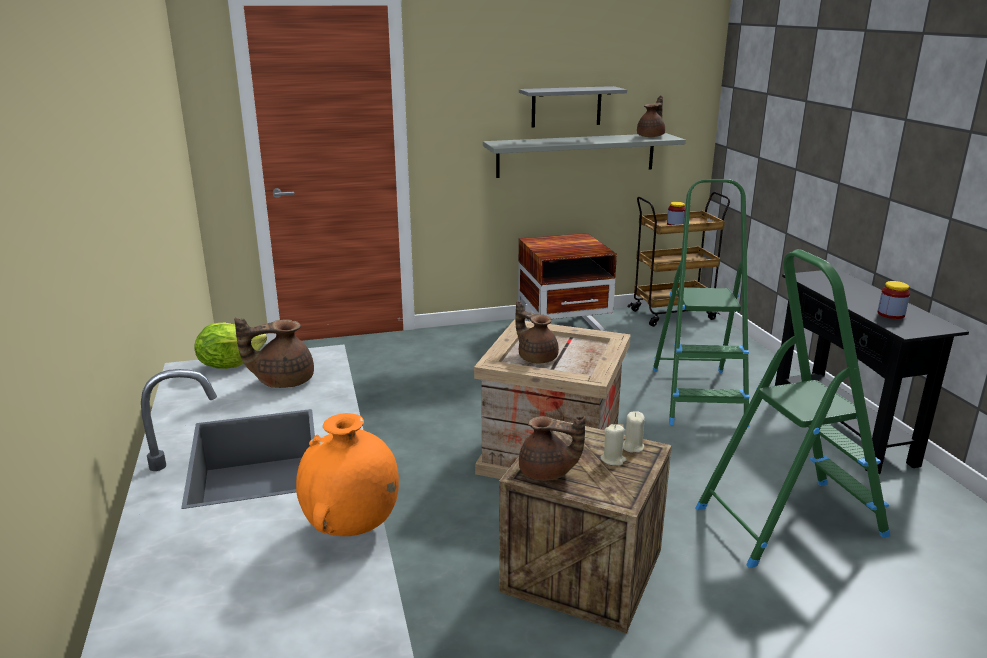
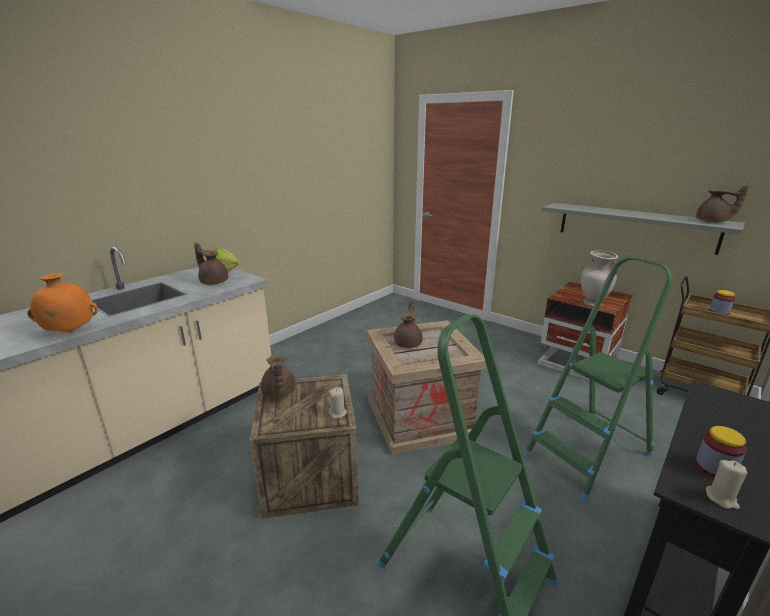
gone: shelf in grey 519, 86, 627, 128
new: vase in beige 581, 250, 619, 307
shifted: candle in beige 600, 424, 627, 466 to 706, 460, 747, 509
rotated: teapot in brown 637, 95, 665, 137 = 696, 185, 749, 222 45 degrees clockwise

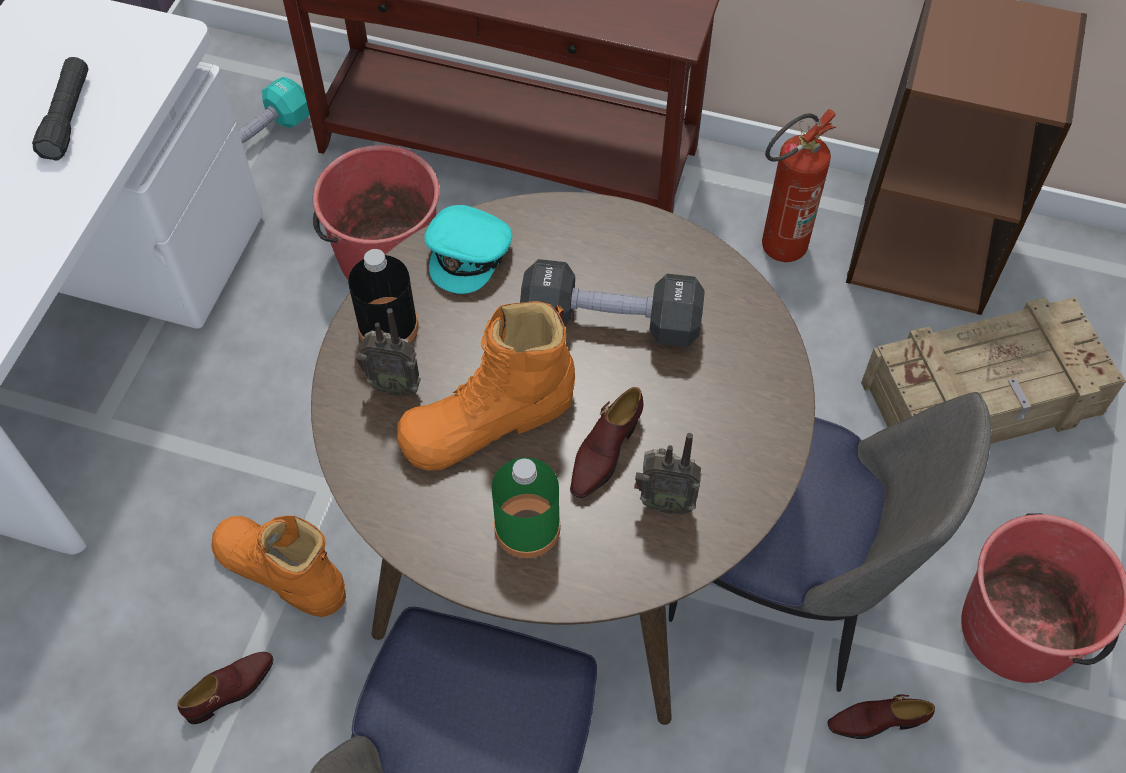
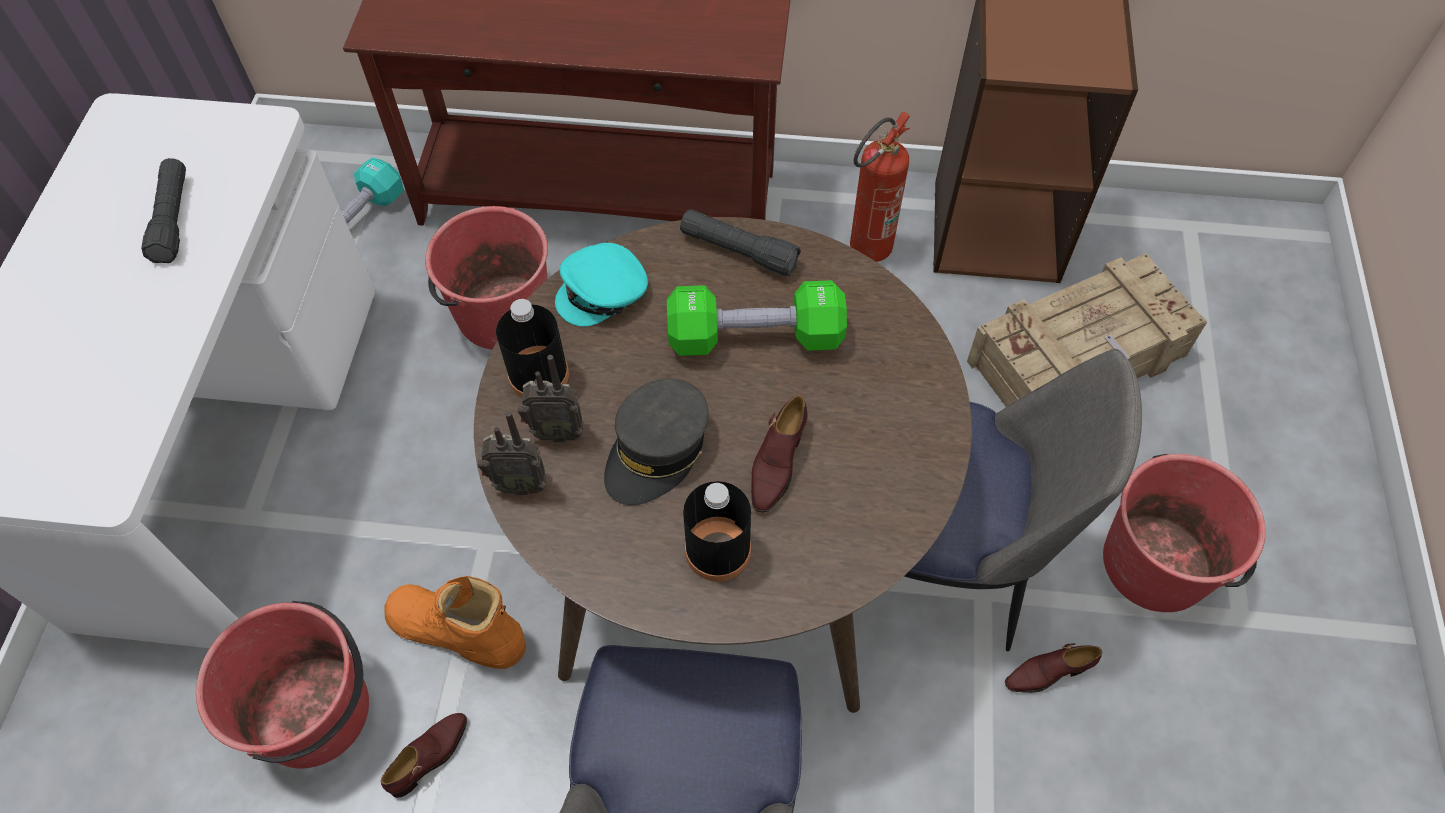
new: bucket in red 196, 601, 369, 768; flashlight in black 680, 209, 801, 277
shifted: radio 634, 433, 702, 514 to 478, 411, 547, 495
swapped: boot in orange 397, 301, 575, 471 to cap in grey 604, 379, 709, 505
repainted: dumbbell in black 520, 259, 705, 347 to dumbbell in green 667, 280, 847, 356; bottle in green 492, 458, 560, 558 to bottle in black 683, 481, 751, 582
rotated: cap in turquoise 424, 205, 512, 294 = 555, 243, 648, 326 45 degrees clockwise

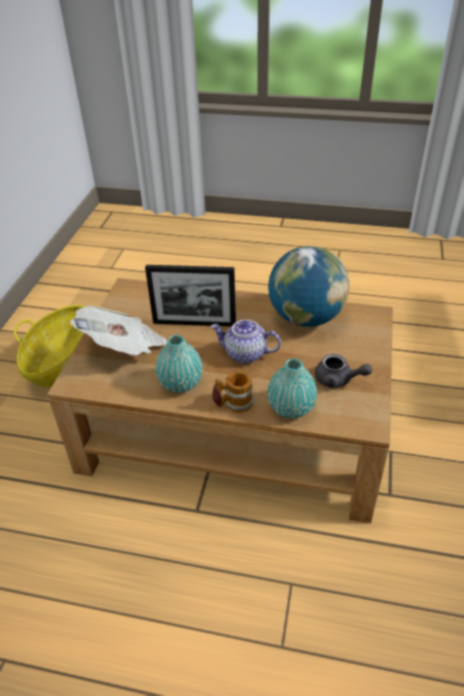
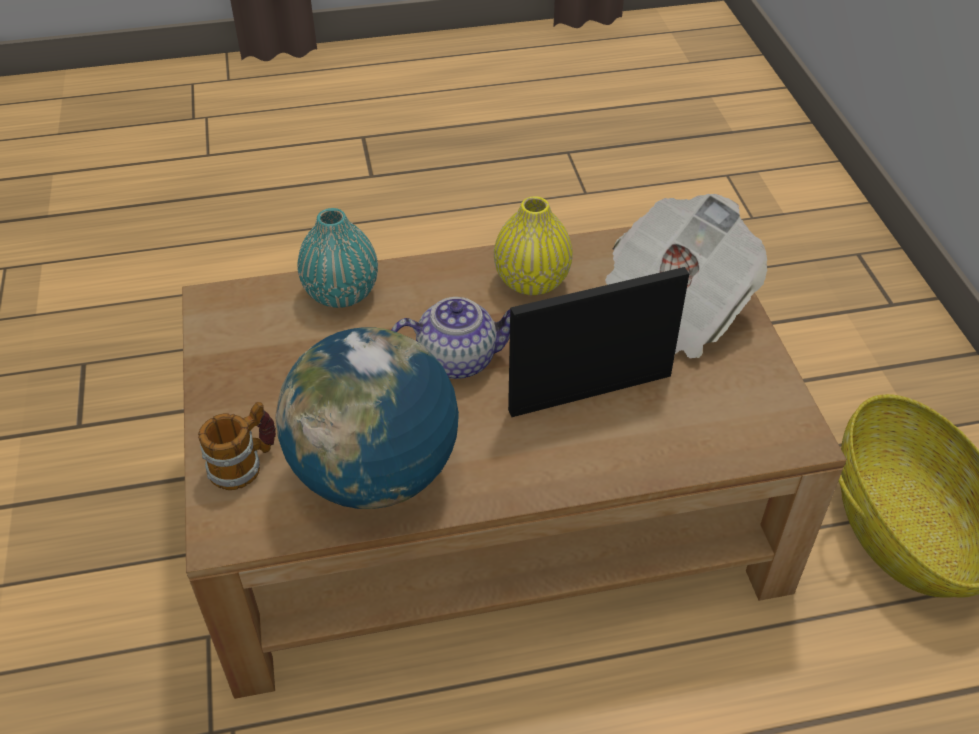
gone: teapot in grey 315, 354, 372, 388
shifted: mug 212, 371, 253, 412 to 198, 402, 276, 490
repainted: vase in turquoise 155, 335, 203, 393 to vase in yellow 494, 196, 573, 295

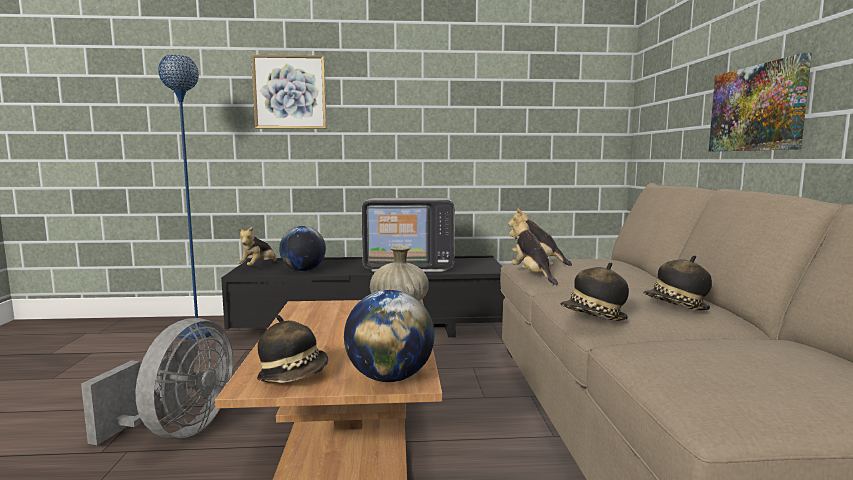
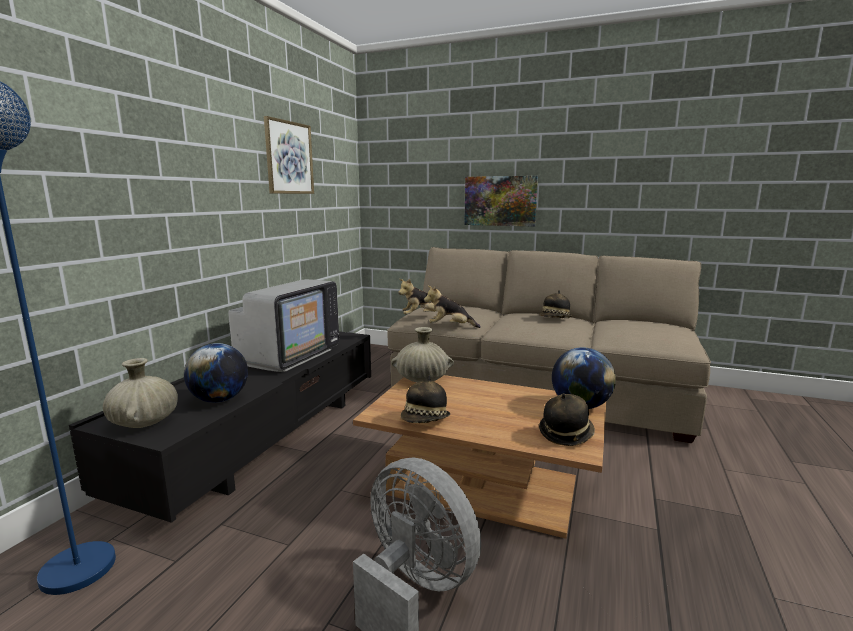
shifted: picture 251, 54, 327, 129 to 264, 116, 314, 194; hat 561, 262, 629, 321 to 401, 375, 450, 423
swapped: plush toy 237, 226, 277, 266 to vase in beige 103, 358, 178, 428

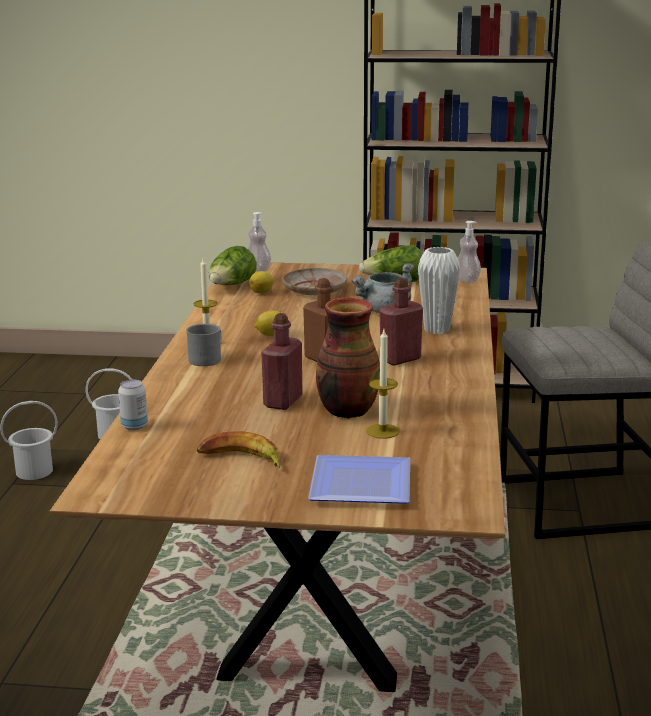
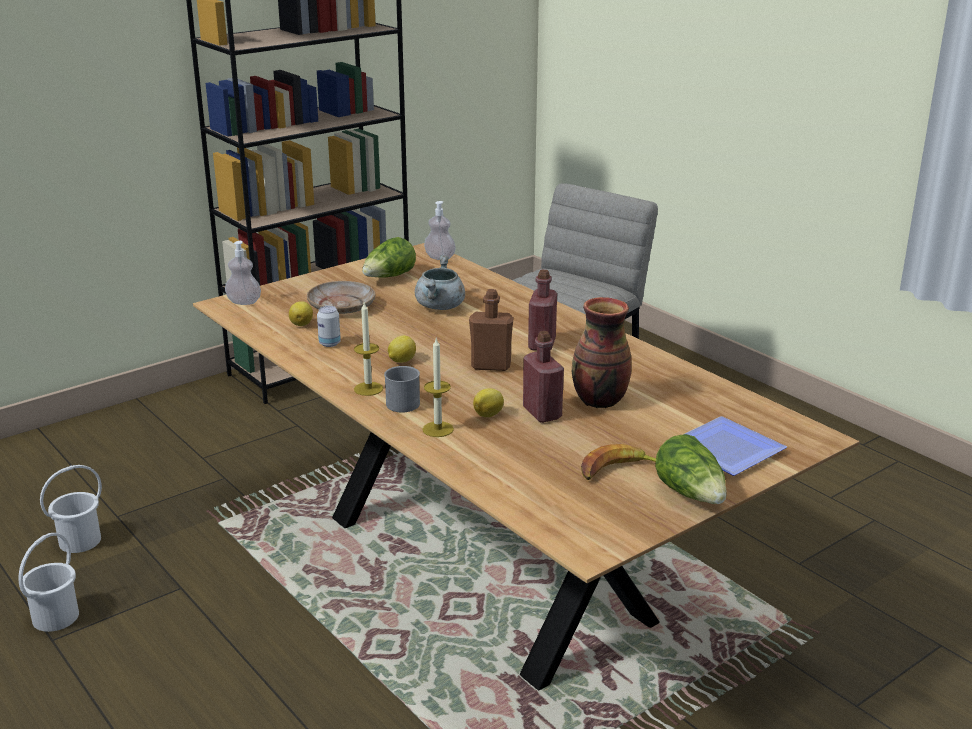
gone: vase in white 418, 247, 460, 334
new: lemon 473, 388, 504, 417
shifted: can 118, 380, 148, 430 to 317, 306, 341, 347; candle 366, 330, 400, 439 to 422, 338, 454, 437; lettuce 209, 246, 257, 285 to 655, 434, 727, 504

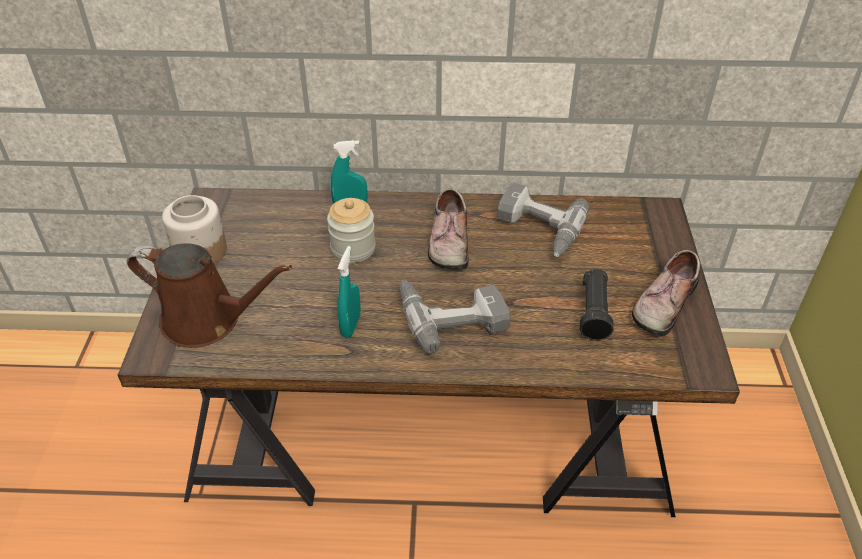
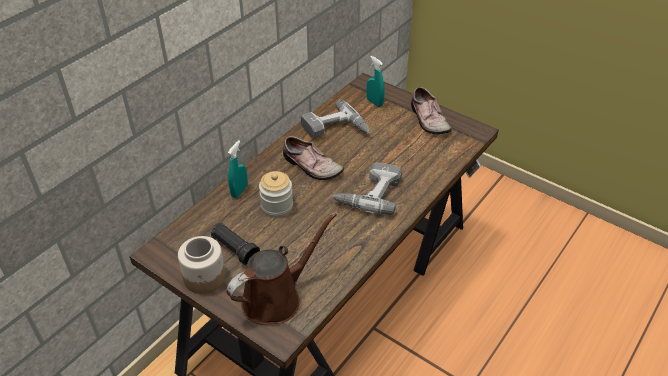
shifted: flashlight in black 580, 269, 614, 340 to 211, 223, 260, 266; spray bottle in turquoise 337, 246, 361, 338 to 367, 56, 385, 107

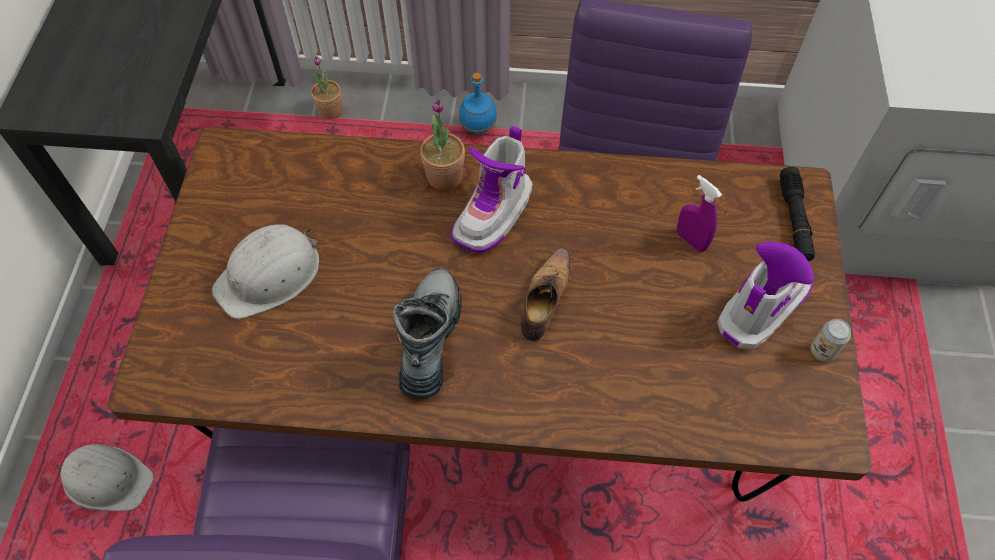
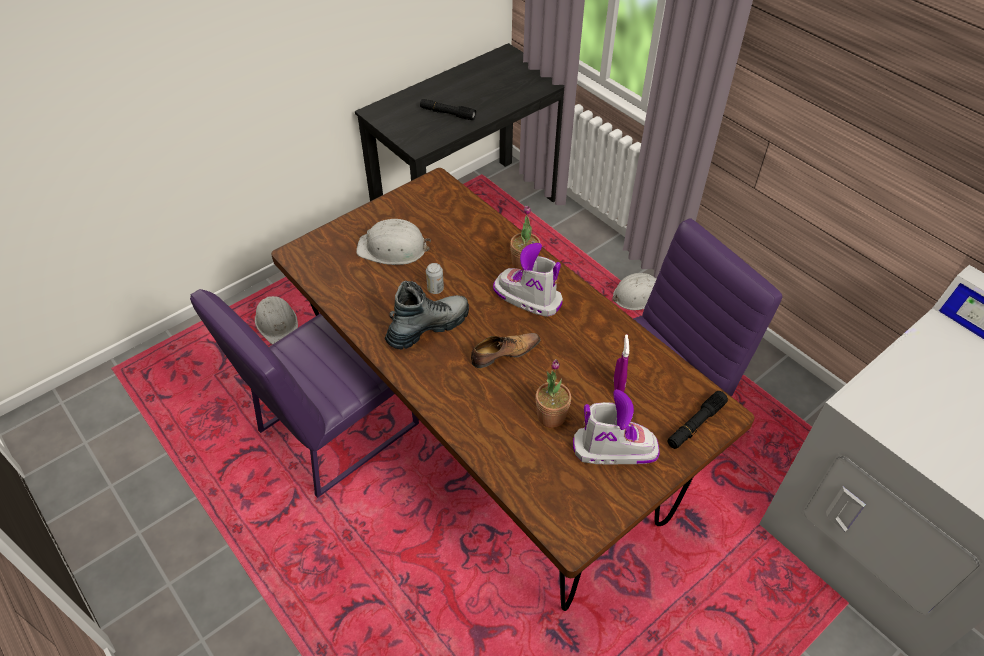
new: flashlight in black 420, 99, 476, 120
shifted: can 810, 319, 851, 362 to 426, 263, 444, 294; potted plant 311, 56, 343, 120 to 535, 359, 571, 428
swapped: bottle in blue 459, 73, 497, 135 to hard hat in white 612, 273, 657, 310
rotated: boot 451, 125, 533, 253 = 493, 243, 563, 317 45 degrees clockwise

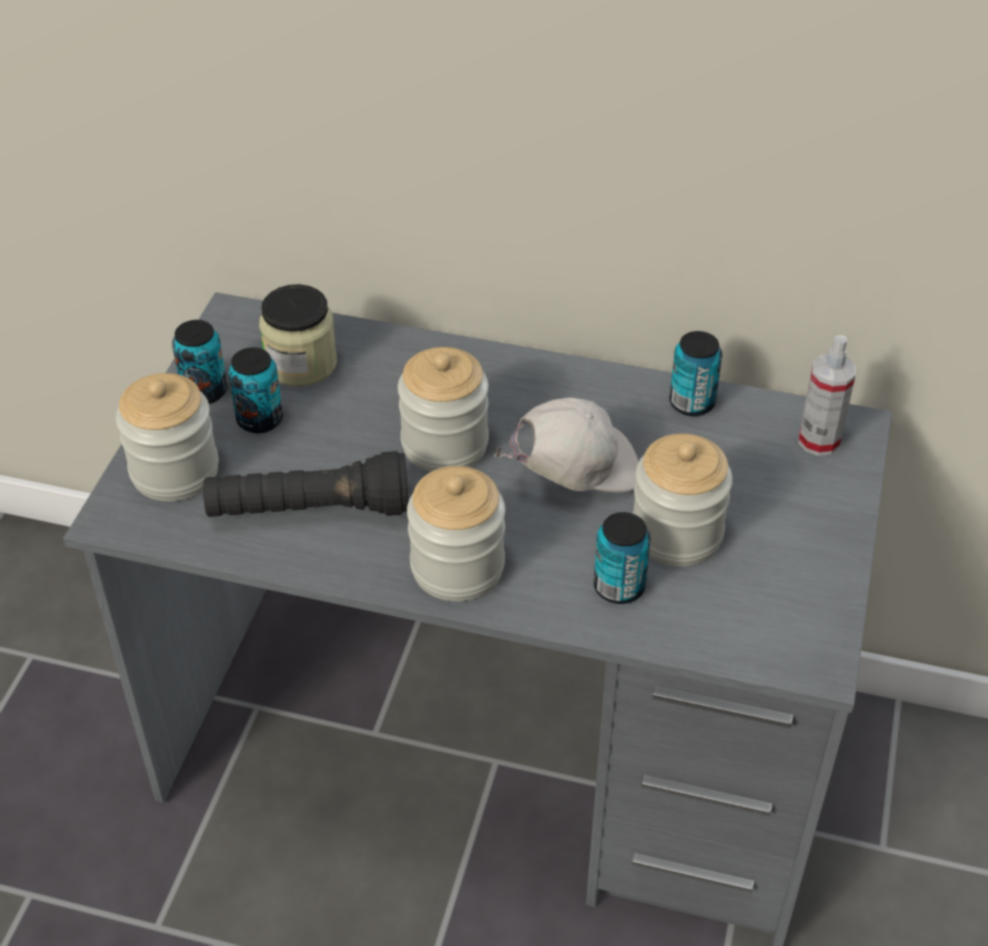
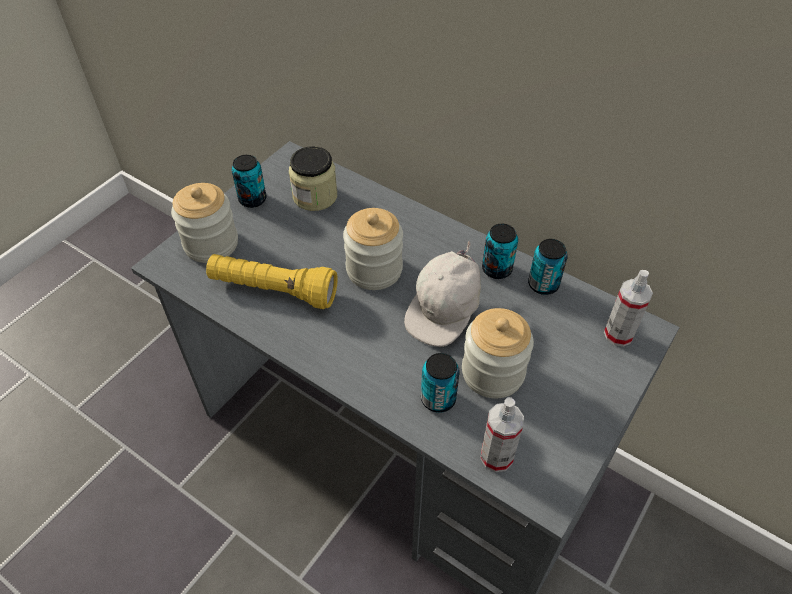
gone: jar 407, 466, 505, 601
new: spray bottle 480, 397, 524, 472
shifted: can 228, 347, 283, 433 to 482, 224, 518, 279
repainted: flashlight in black 203, 451, 409, 517 to flashlight in yellow 206, 254, 338, 309
rotated: cap in white 494, 397, 639, 492 = 404, 241, 481, 347 120 degrees clockwise

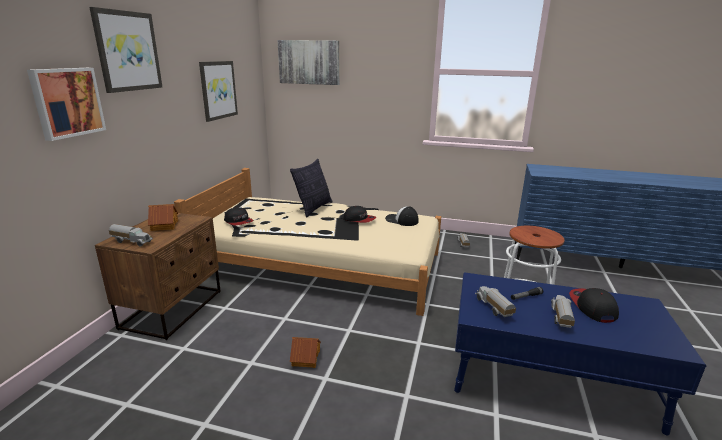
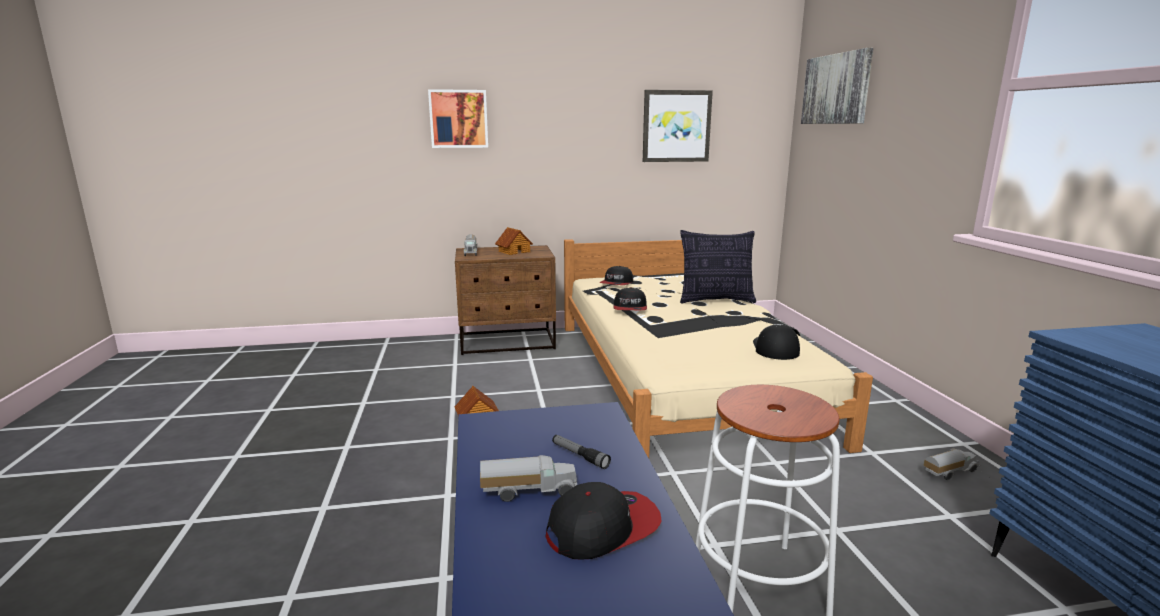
gone: picture 89, 7, 162, 93; toy truck 475, 286, 516, 317
shifted: cap 344, 206, 376, 223 to 614, 287, 647, 310

